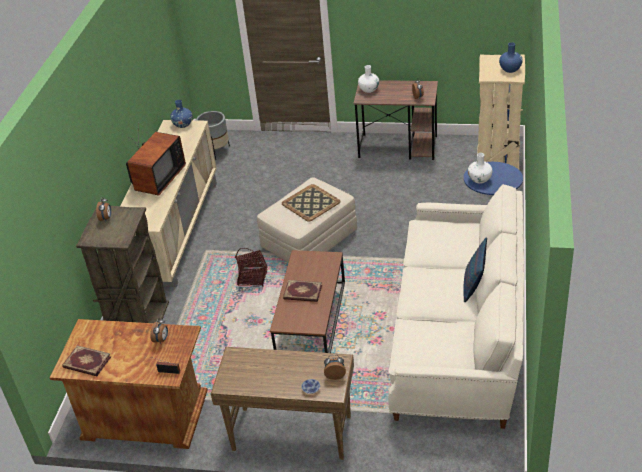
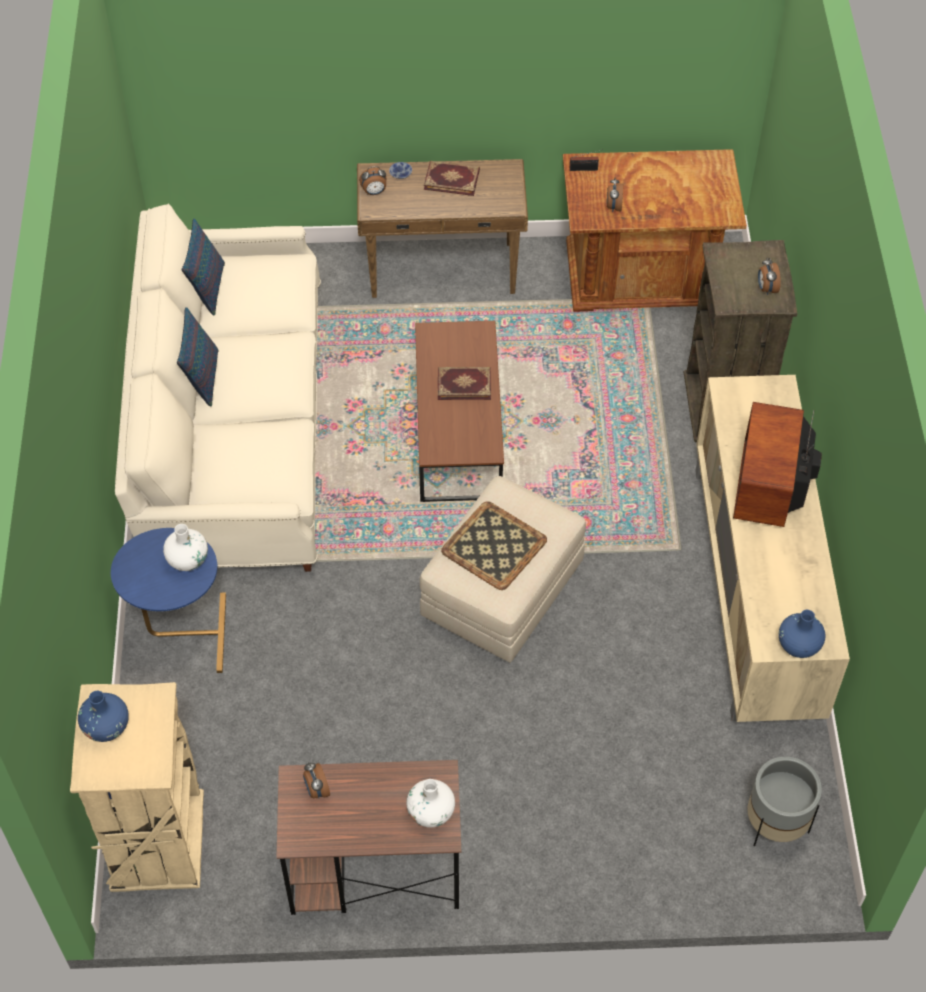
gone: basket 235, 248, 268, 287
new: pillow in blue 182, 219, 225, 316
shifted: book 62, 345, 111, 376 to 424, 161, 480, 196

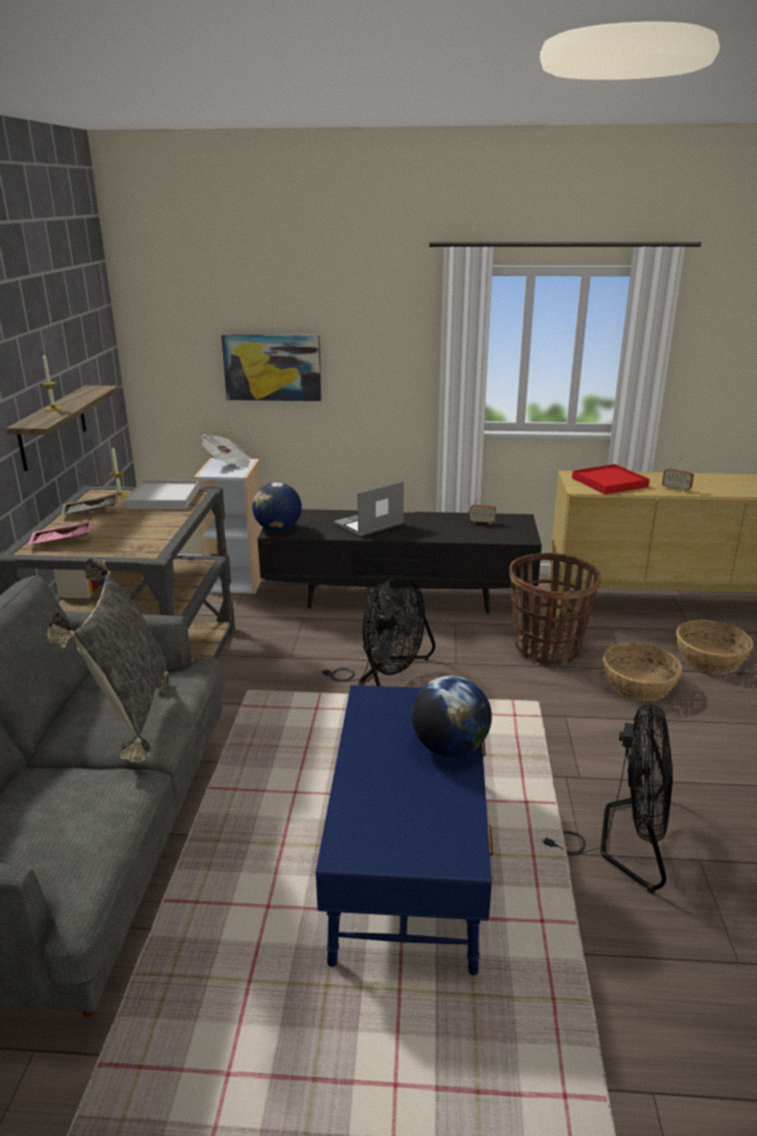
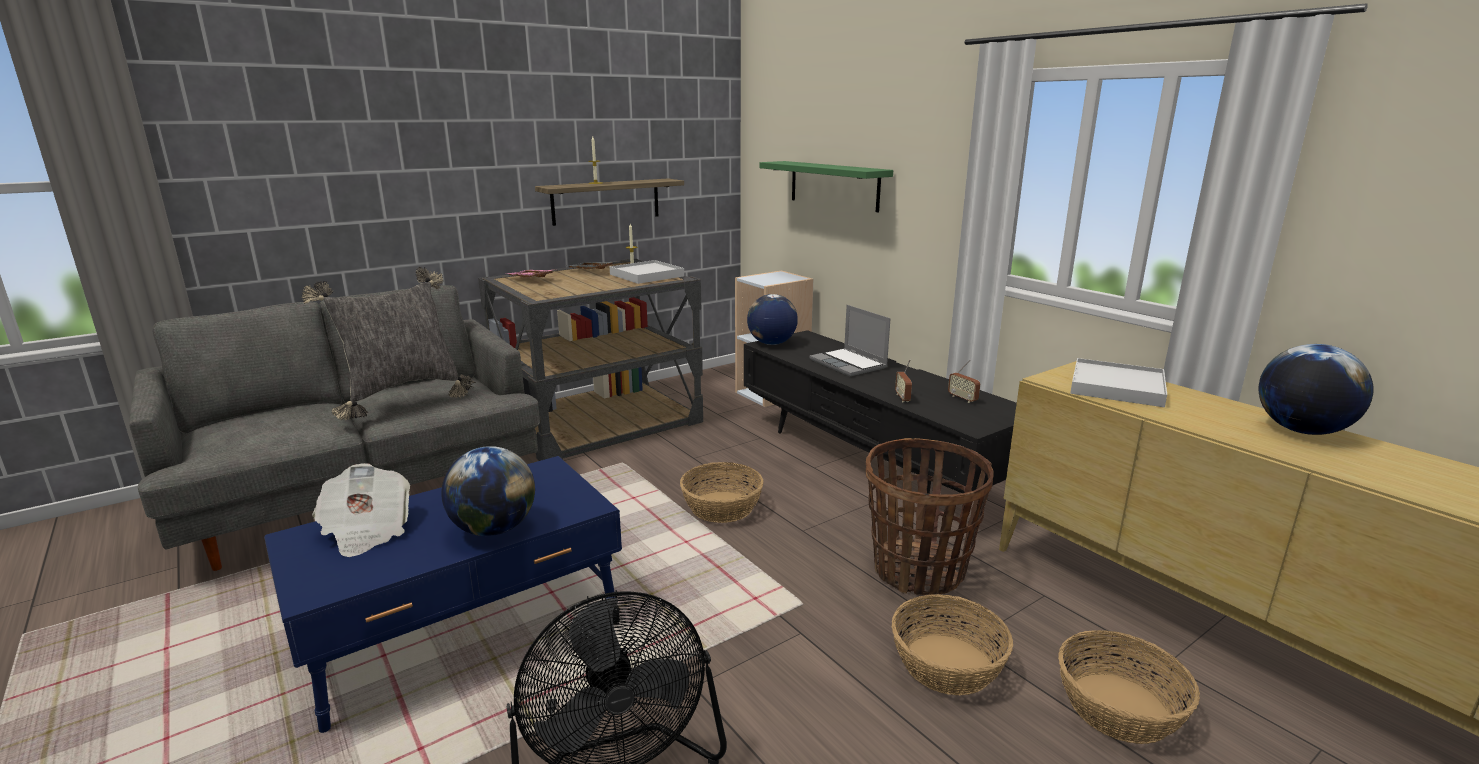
new: globe 1258, 344, 1374, 435
shifted: newspaper 202, 435, 251, 468 to 312, 463, 410, 557; radio 662, 456, 694, 492 to 895, 360, 912, 402
swapped: fan in black 323, 574, 435, 686 to basket 680, 462, 764, 523; picture 221, 334, 322, 401 to shelf in green 759, 161, 893, 212
repainted: tray in red 572, 464, 650, 495 to tray in white 1070, 358, 1167, 407
rotated: laptop 334, 481, 404, 537 = 809, 305, 891, 376 135 degrees counterclockwise

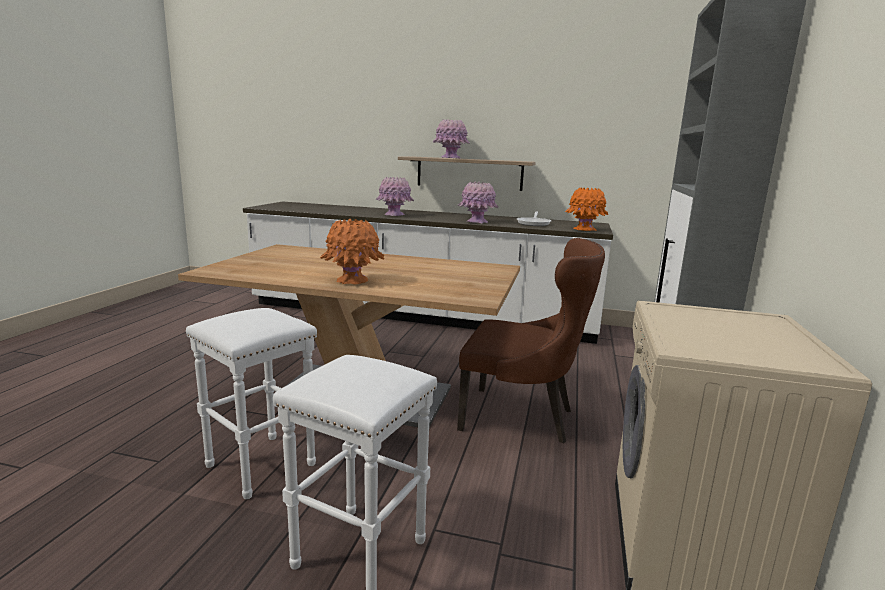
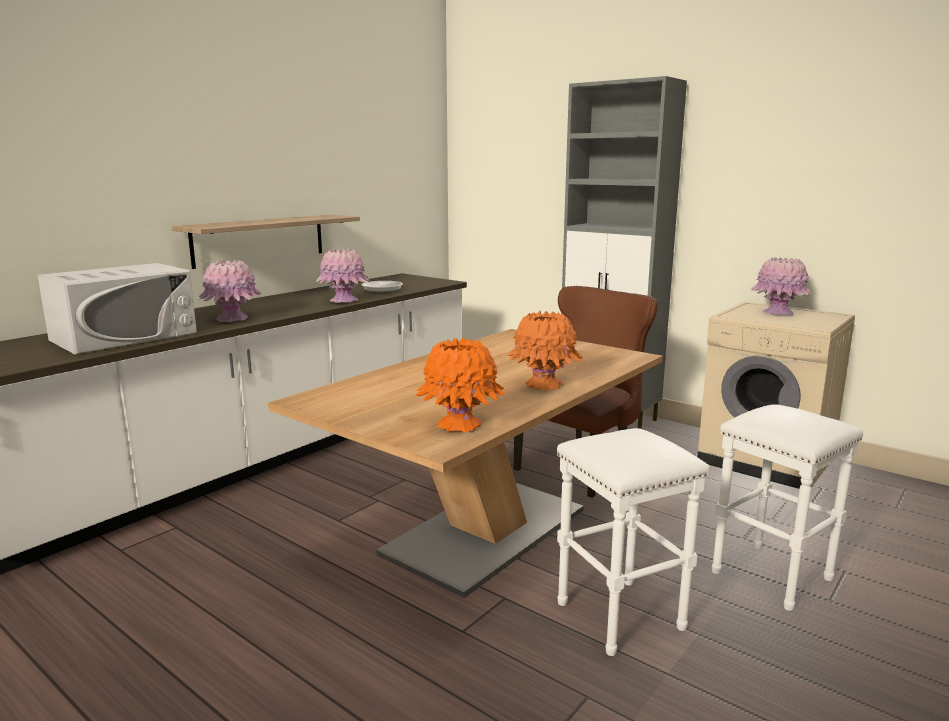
new: microwave in white 37, 263, 197, 354
shifted: vase in orange 565, 187, 609, 231 to 416, 338, 504, 432; vase in pink 433, 119, 470, 159 to 751, 257, 812, 315

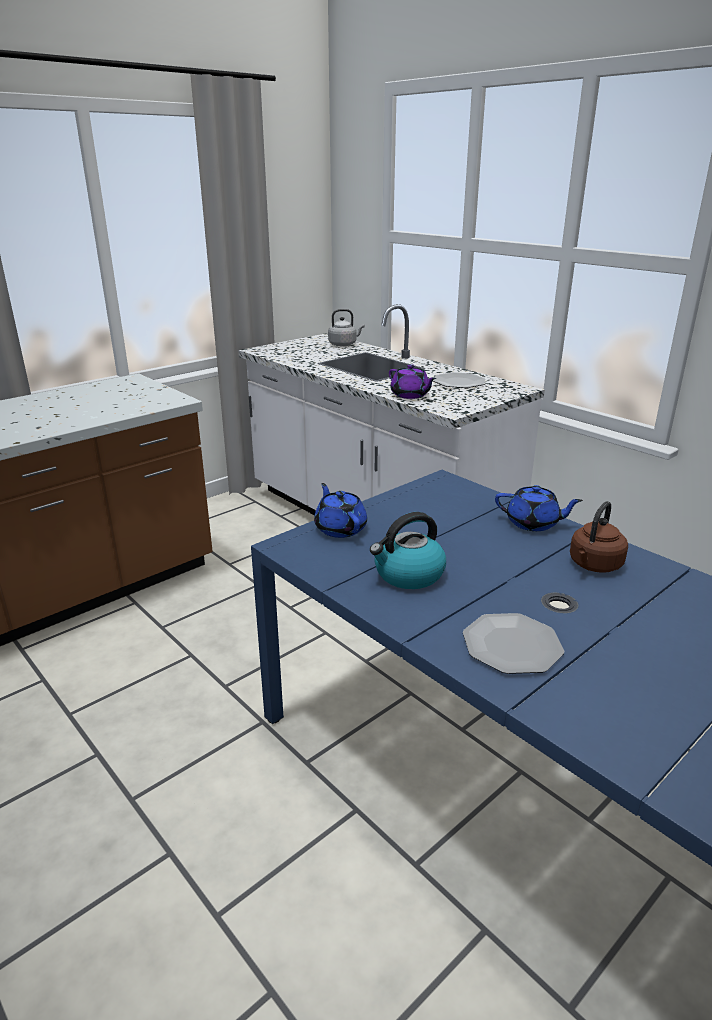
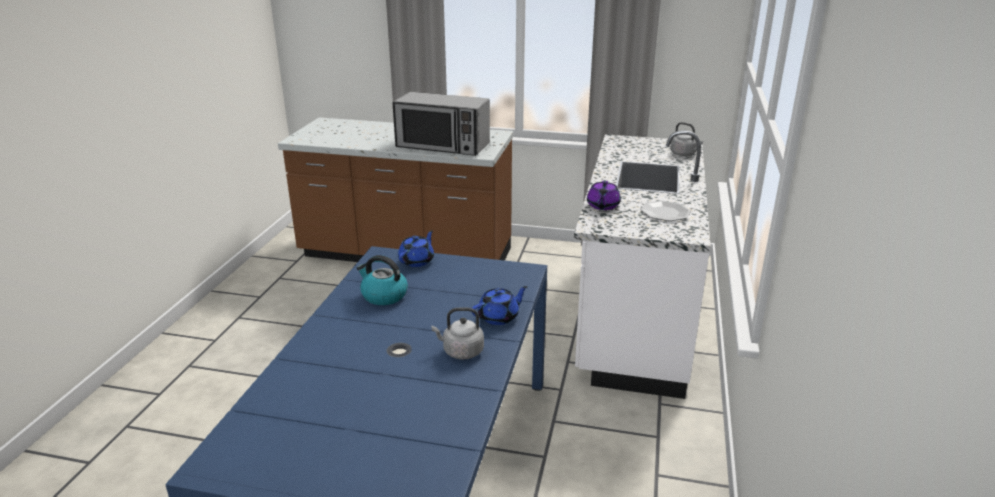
gone: plate 463, 613, 564, 674
new: microwave 393, 92, 490, 156
repainted: kettle in brown 570, 501, 628, 573 to kettle in grey 431, 307, 484, 360
rotated: teapot in blue 495, 485, 583, 531 = 472, 286, 528, 325 105 degrees counterclockwise

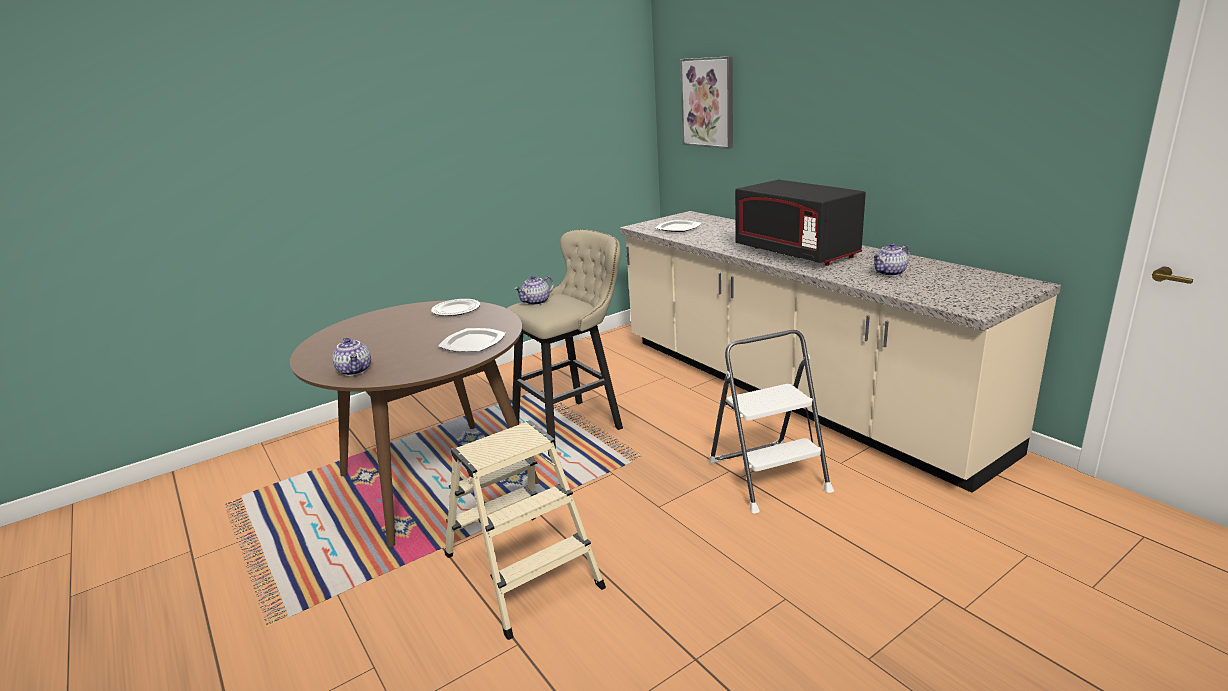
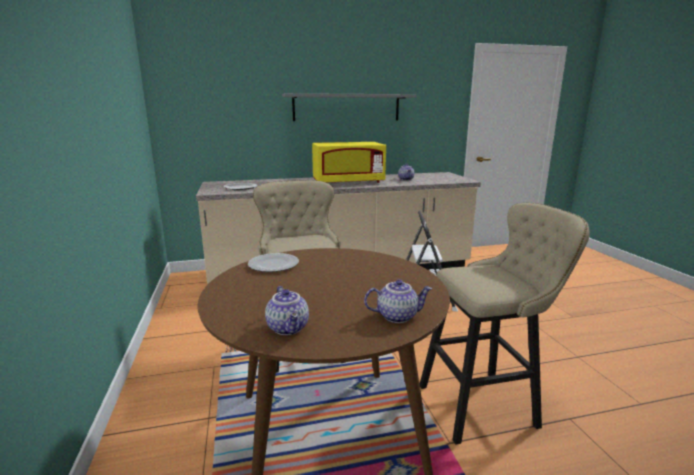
gone: plate 438, 328, 506, 352; picture 680, 56, 733, 149
new: shelf in grey 282, 93, 416, 121
shifted: teapot 514, 275, 554, 305 to 265, 286, 309, 335
swapped: step ladder in beige 445, 420, 606, 640 to stool in beige 420, 203, 590, 445
repainted: microwave in black 735, 180, 866, 266 to microwave in yellow 312, 142, 386, 183

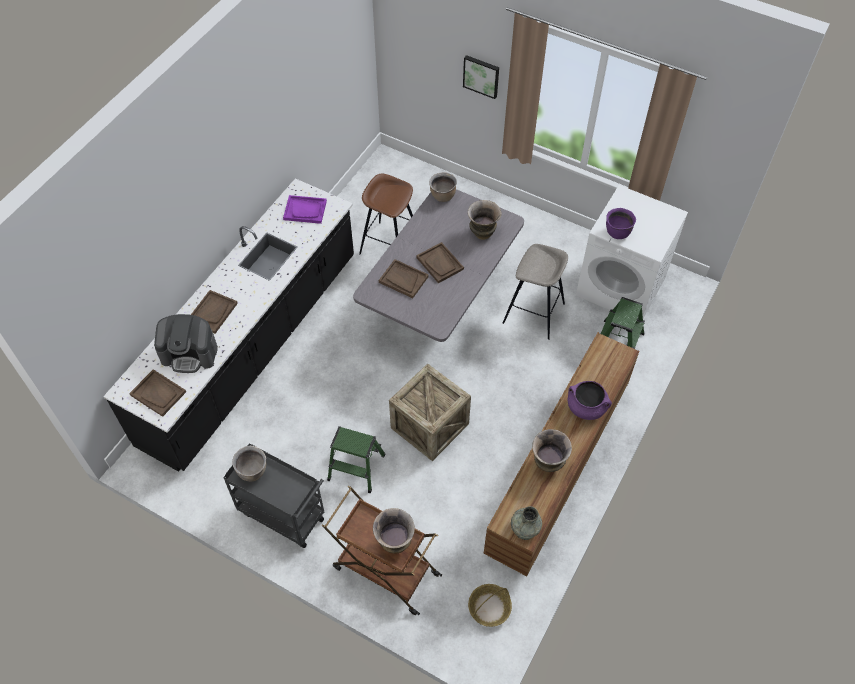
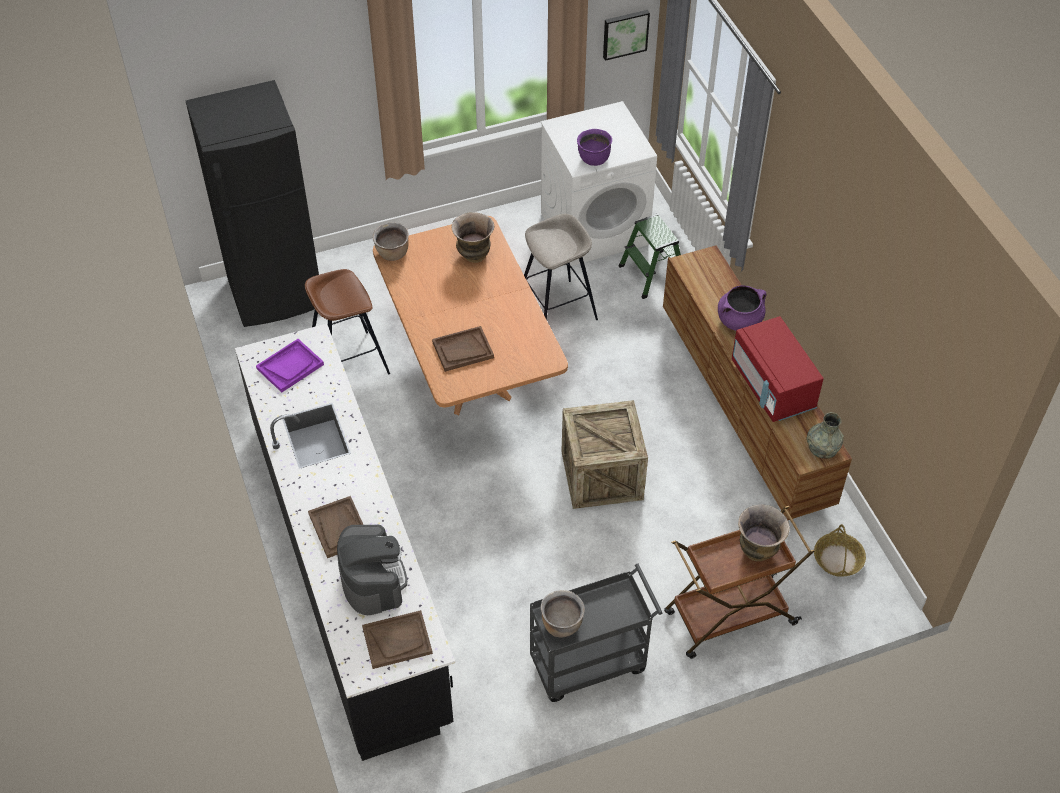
gone: step ladder in green 327, 426, 386, 493; tray in brown 416, 242, 464, 283
new: fridge in black 185, 80, 319, 327
shifted: picture 463, 55, 499, 99 to 603, 10, 650, 61
swapped: vase 532, 429, 572, 472 to microwave in red 732, 316, 823, 422
repainted: dining table in grey 353, 189, 524, 342 to dining table in brown 373, 216, 568, 415
rotated: coffee machine 154, 314, 218, 373 = 337, 525, 407, 615 60 degrees counterclockwise

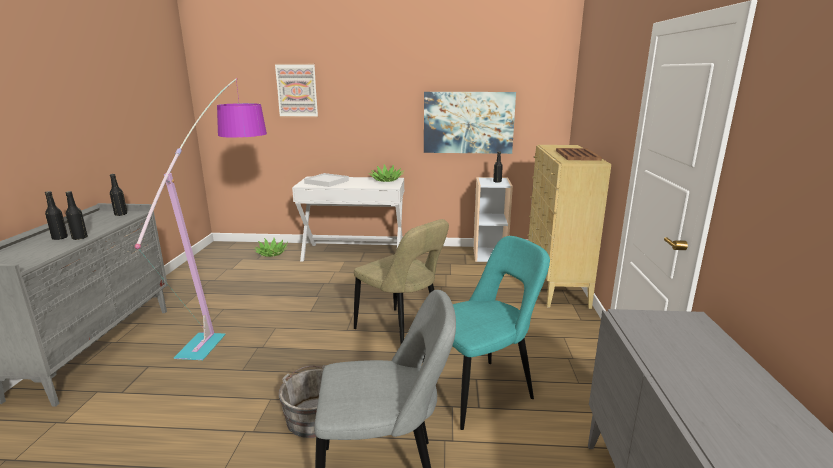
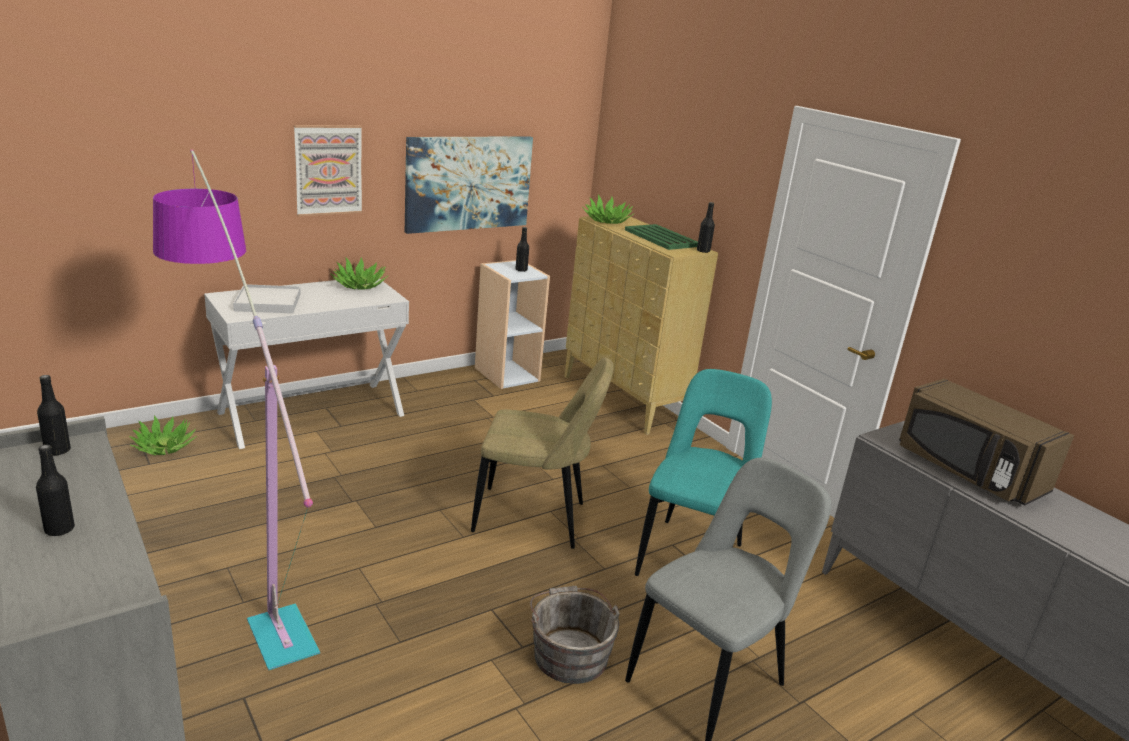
new: potted plant 582, 195, 635, 224; microwave in brown 899, 379, 1074, 505
shifted: picture 275, 63, 318, 118 to 294, 125, 362, 216; bottle in black 65, 191, 88, 240 to 697, 202, 715, 253
repainted: tray in brown 556, 148, 602, 161 to tray in green 625, 224, 698, 250

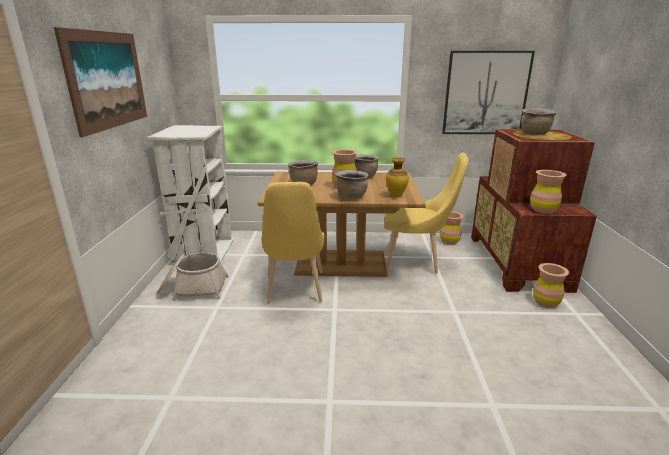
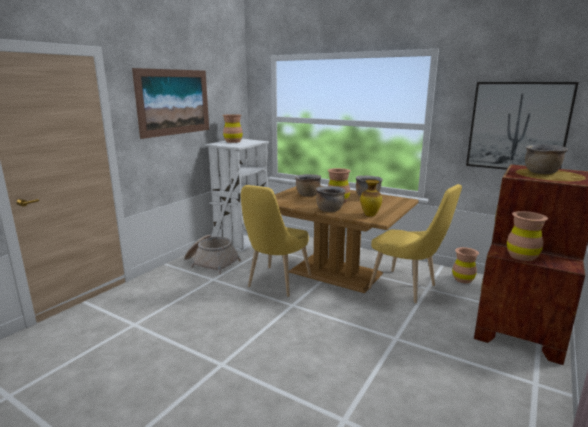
shifted: vase in brown 533, 263, 569, 308 to 223, 114, 243, 143

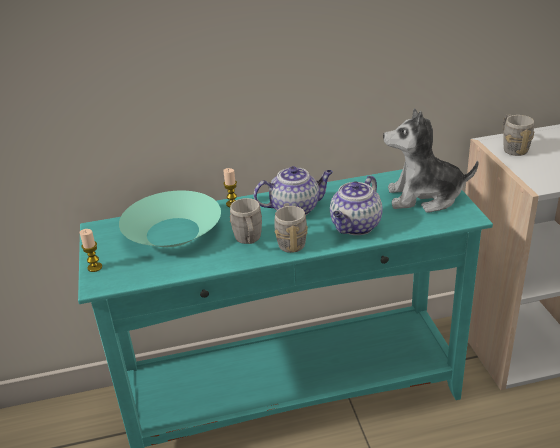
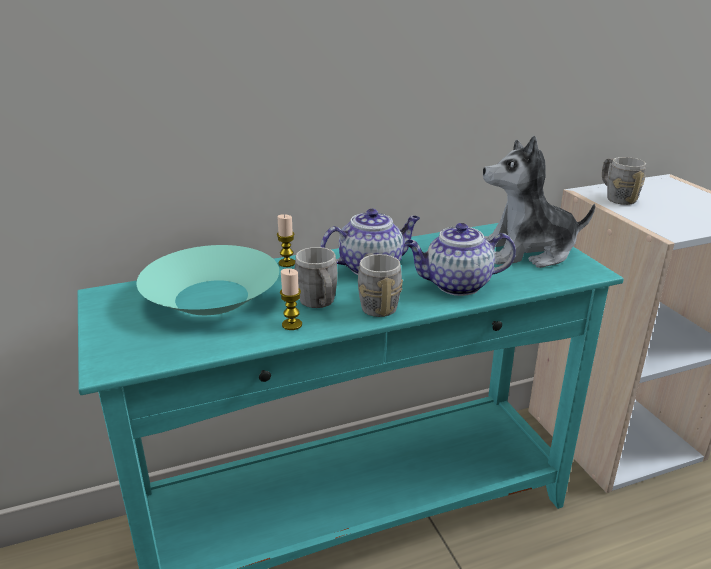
shifted: candle 80, 229, 102, 272 to 280, 268, 302, 330
rotated: teapot 330, 176, 383, 235 = 404, 223, 516, 296 60 degrees clockwise

